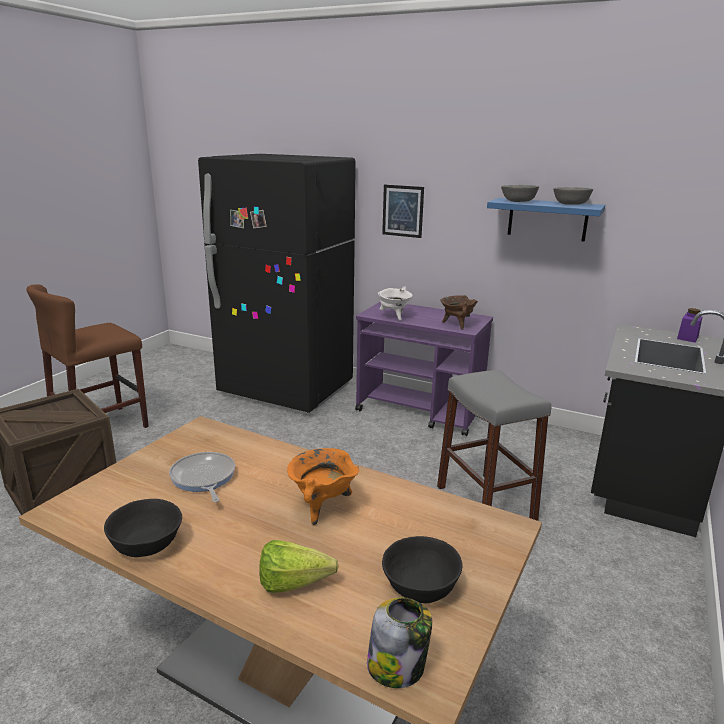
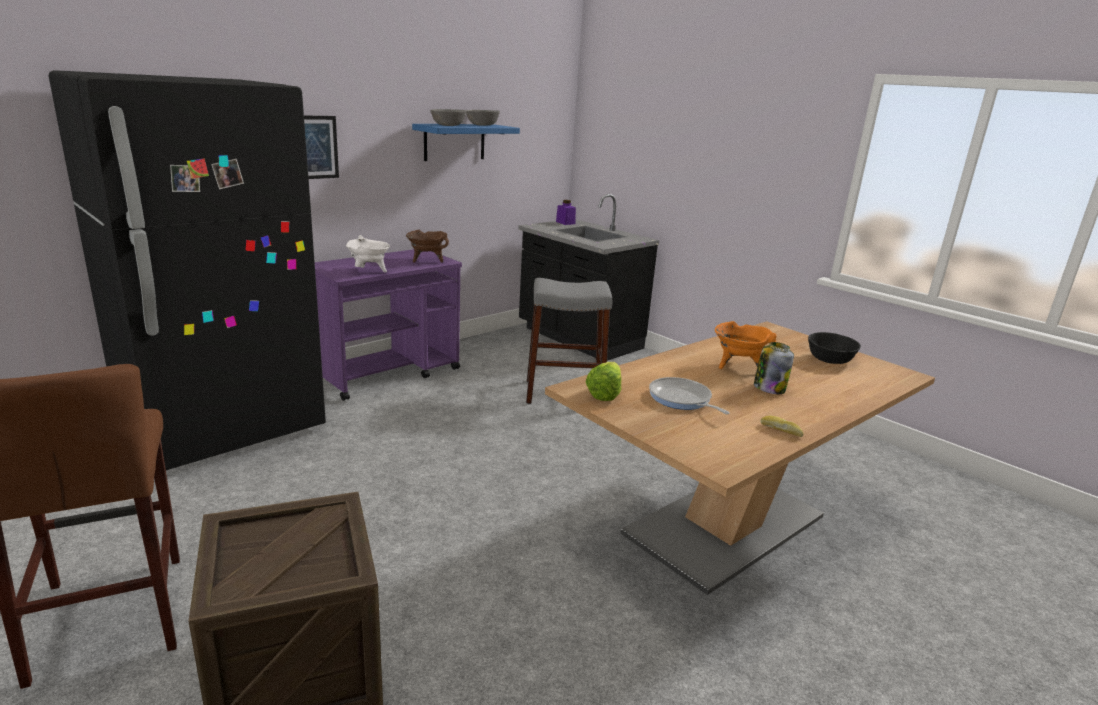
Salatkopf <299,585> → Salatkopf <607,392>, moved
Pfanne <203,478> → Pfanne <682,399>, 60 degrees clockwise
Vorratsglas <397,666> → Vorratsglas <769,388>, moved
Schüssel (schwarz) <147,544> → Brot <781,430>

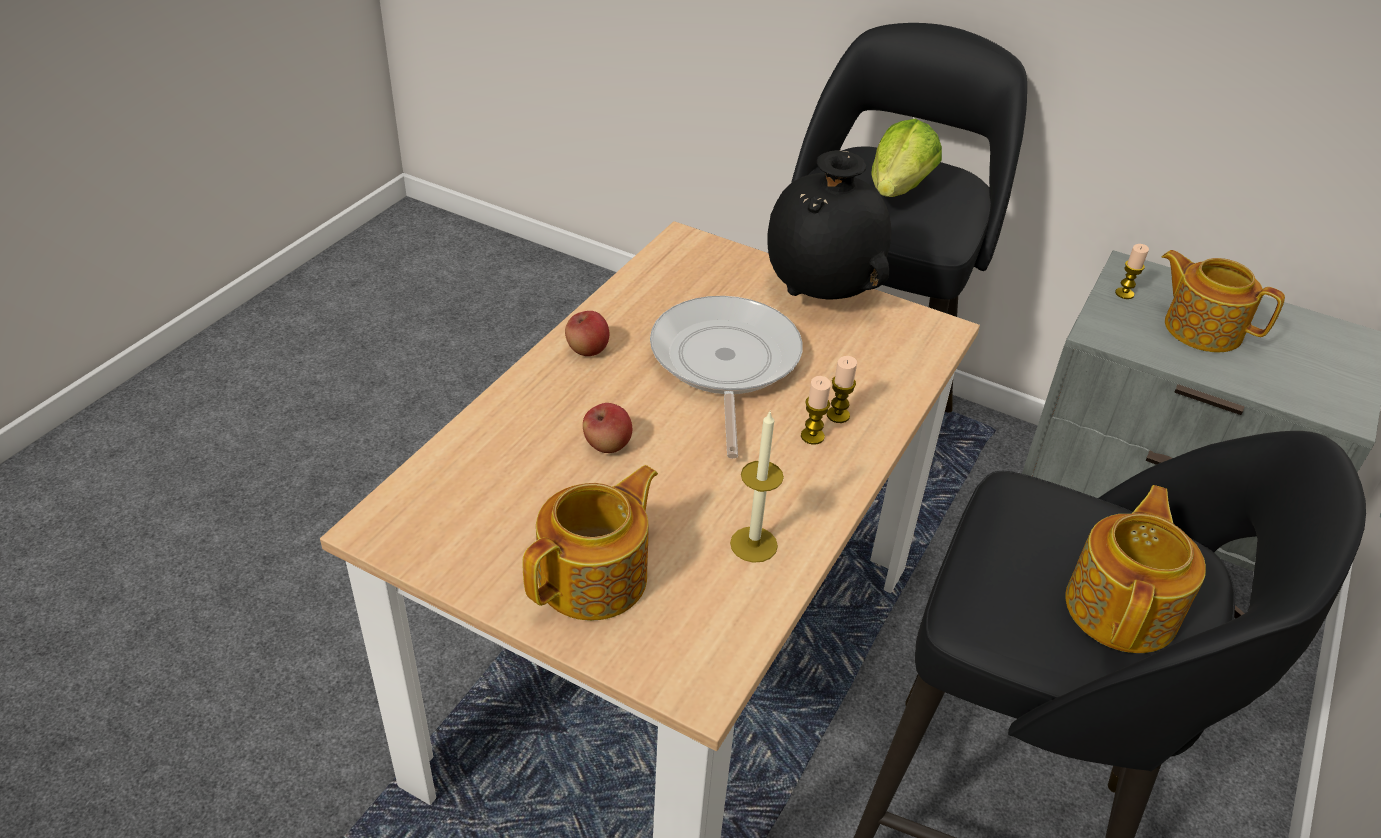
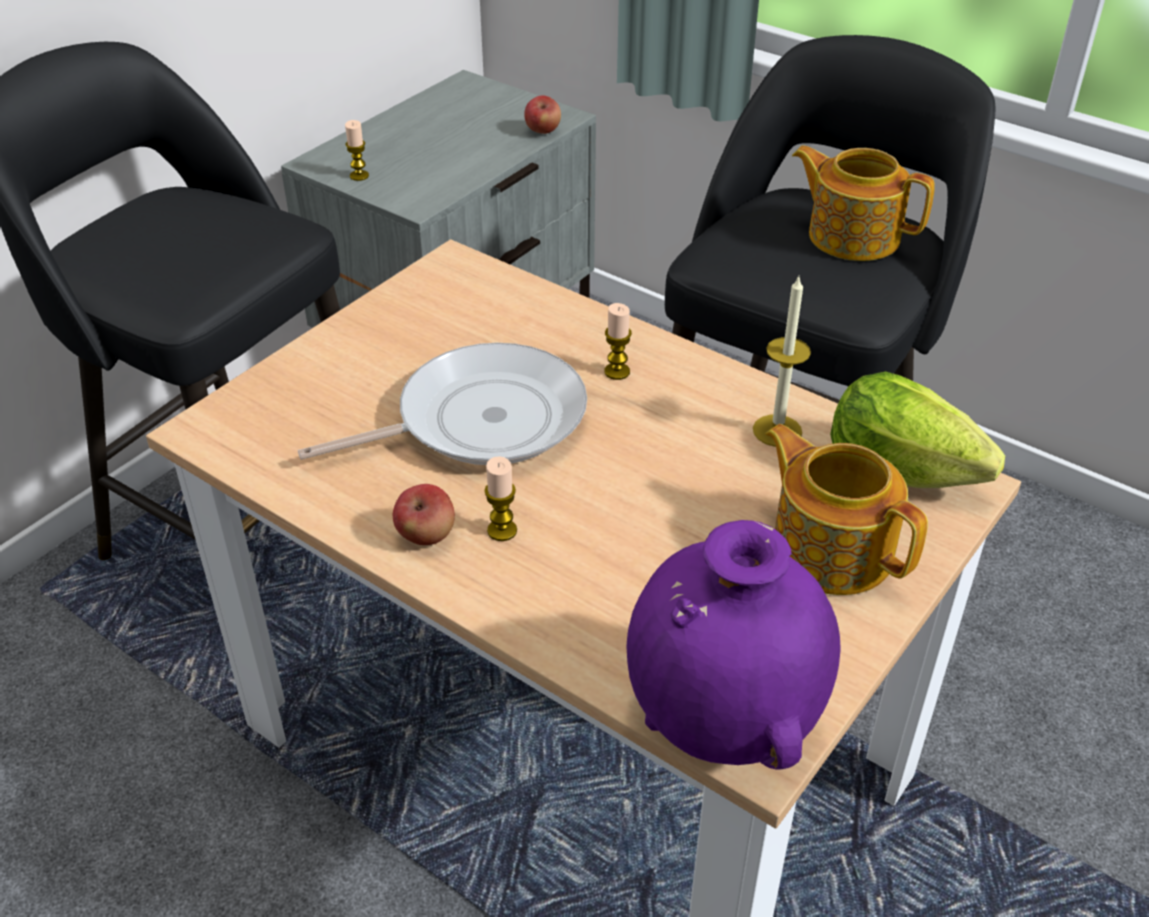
Pfanne <724,363> → Pfanne <480,420>, 150 degrees clockwise
Kerze <838,415> → Kerze <502,530>, moved
Apfel <607,445> → Apfel <543,131>, moved
- → Vase (lila) <723,724>
Salatkopf <899,189> → Salatkopf <899,470>, moved
Vase (schwarz) <821,294> → -
Teekanne <1201,328> → -

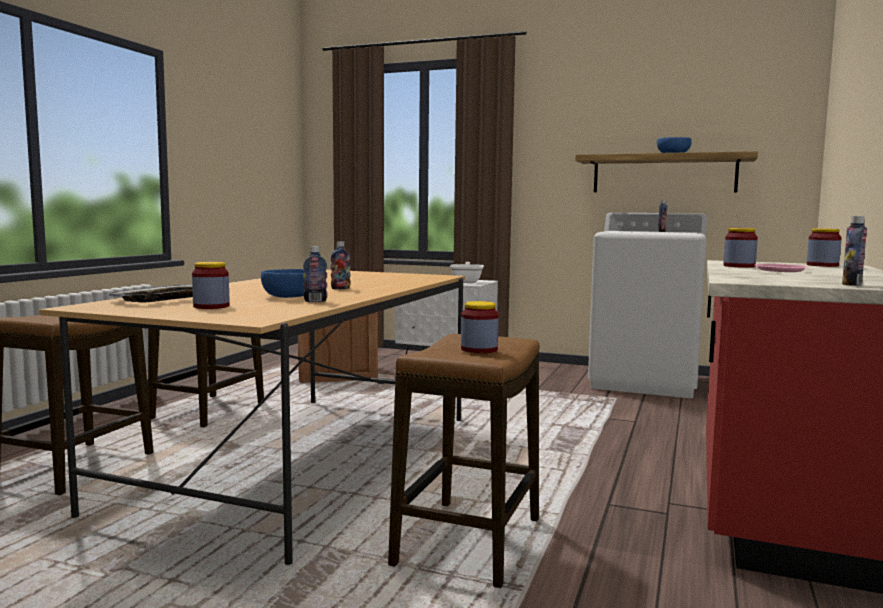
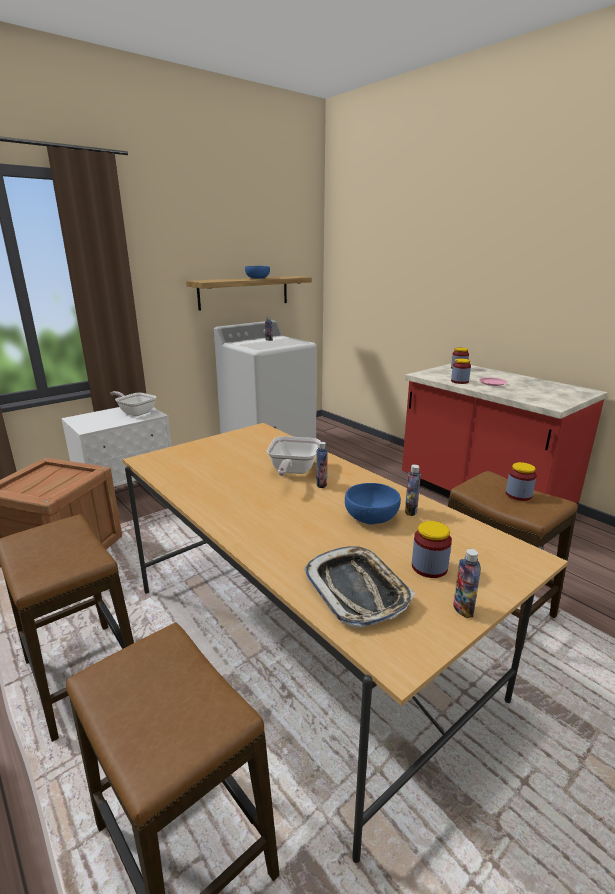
- → Pfanne <292,471>
Flasche <851,284> → Flasche <463,609>, moved

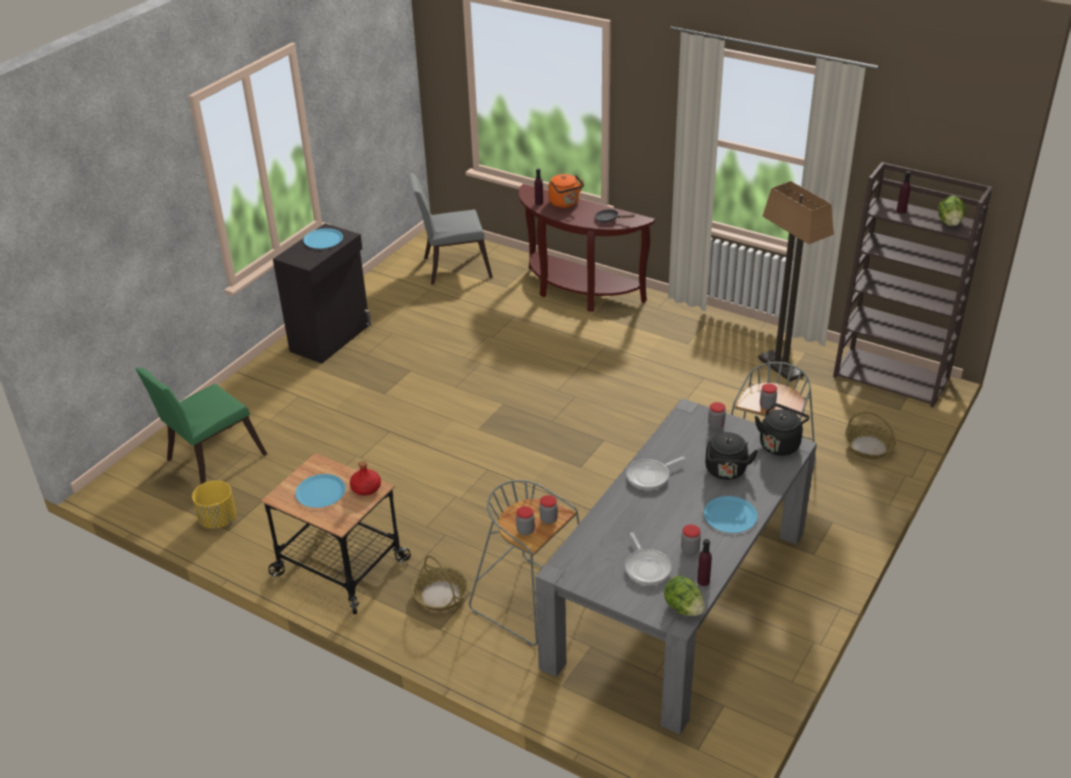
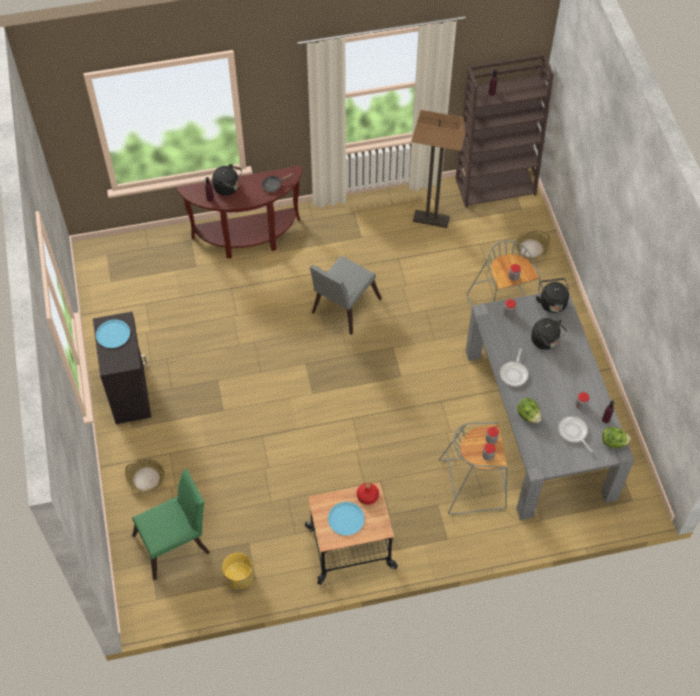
Korb <440,595> → Korb <146,479>, moved
Stuhl (grün) <210,459> → Stuhl (grün) <176,542>, 120 degrees counterclockwise
Wasserkessel (orange) <565,203> → Wasserkessel (schwarz) <228,188>
Stuhl (grau) <452,267> → Stuhl (grau) <343,308>, moved
Salatkopf <949,223> → Salatkopf <528,416>, moved
Pfanne <646,567> → Pfanne <573,432>, 150 degrees counterclockwise
Teller (blau) <730,515> → -

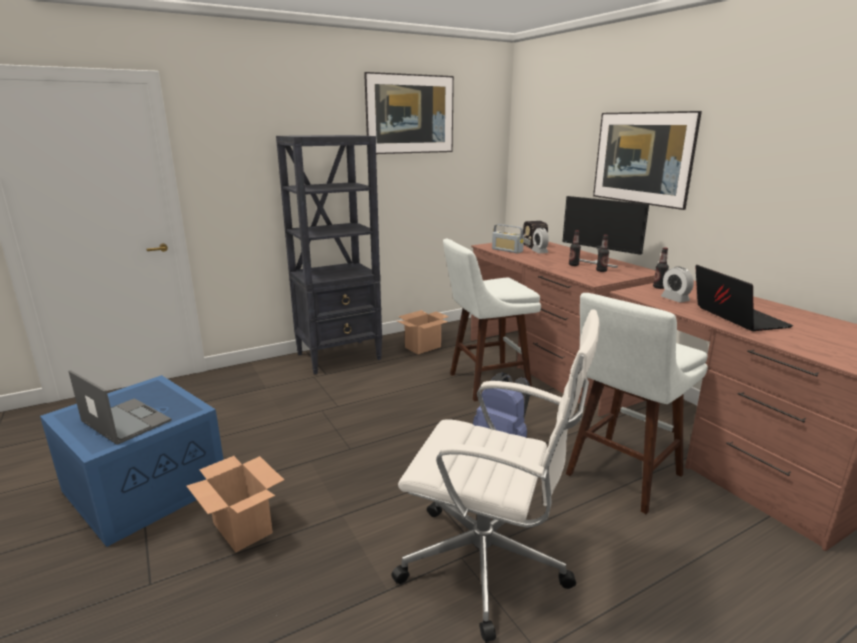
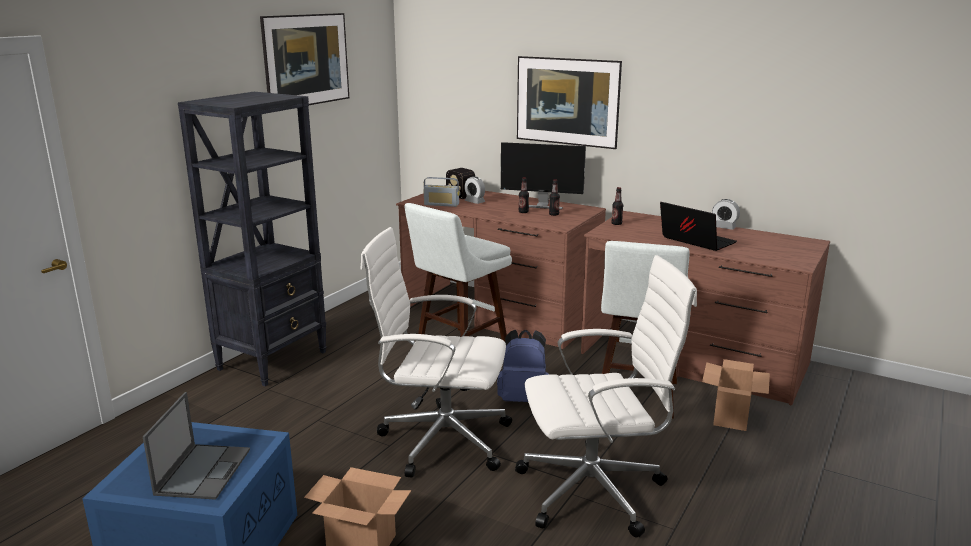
Laptop <125,421> → Laptop <203,471>, 90 degrees clockwise
- → Bürostuhl (weiß) <441,440>
Karton <423,347> → Karton <730,416>, moved
Wecker <675,299> → Wecker <724,227>, moved

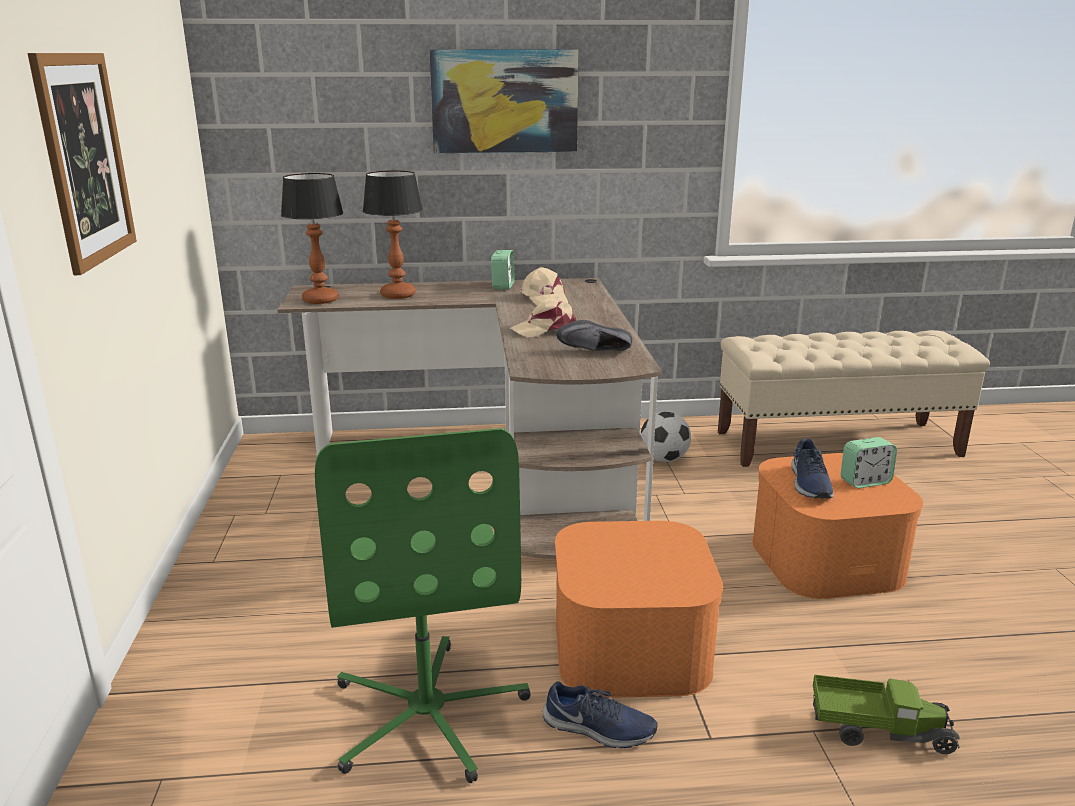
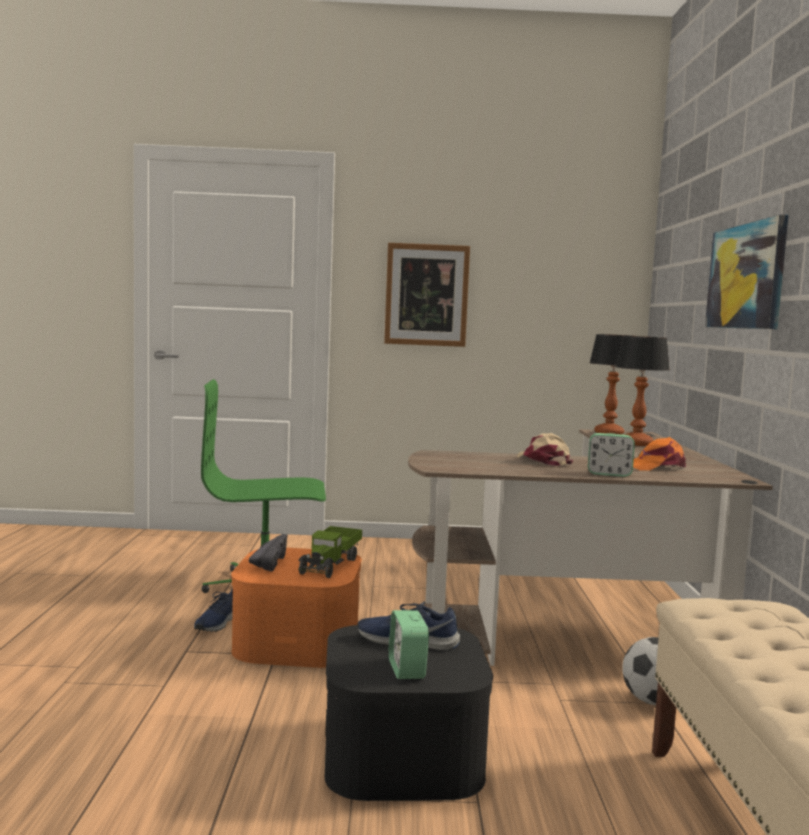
Schuh (schwarz) <596,352> → Schuh (schwarz) <268,563>, moved
Spielzeuglaster <879,730> → Spielzeuglaster <330,564>, moved
Aufbewahrungsbox (orange) <826,559> → Aufbewahrungsbox (schwarz) <403,754>
Wecker <503,286> → Wecker <609,474>, moved
Kappe (beige) <544,298> → Kappe (orange) <655,467>

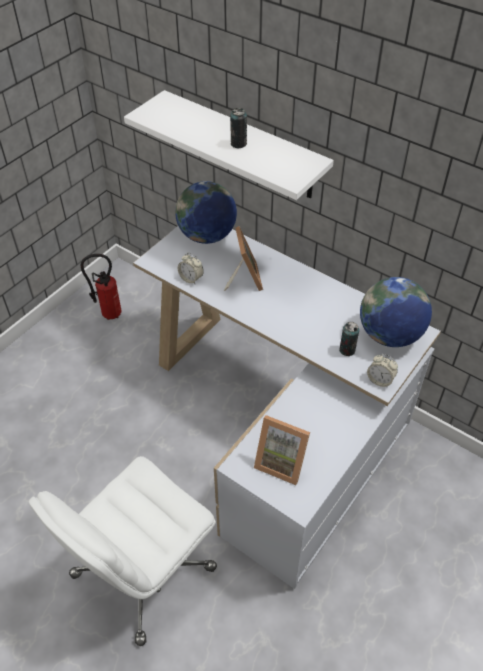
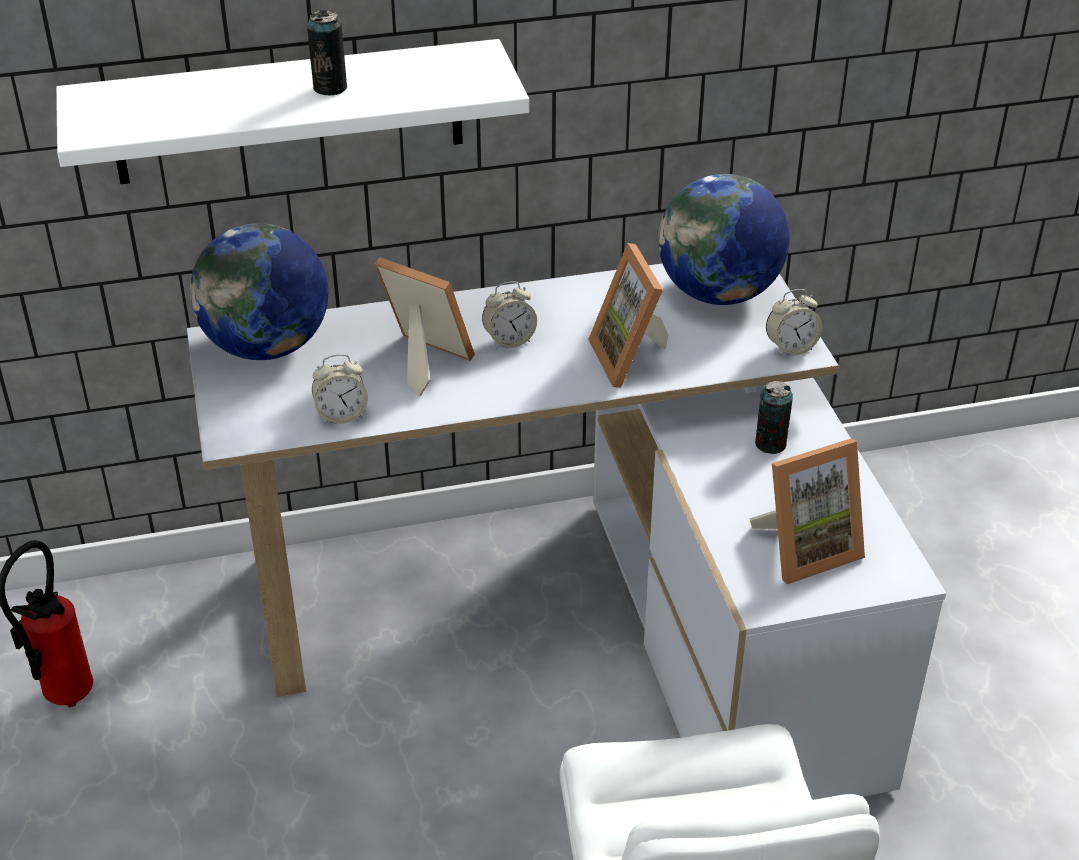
- → Wecker <509,341>
- → Bilderrahmen <633,359>
Dose <347,350> → Dose <770,444>, moved

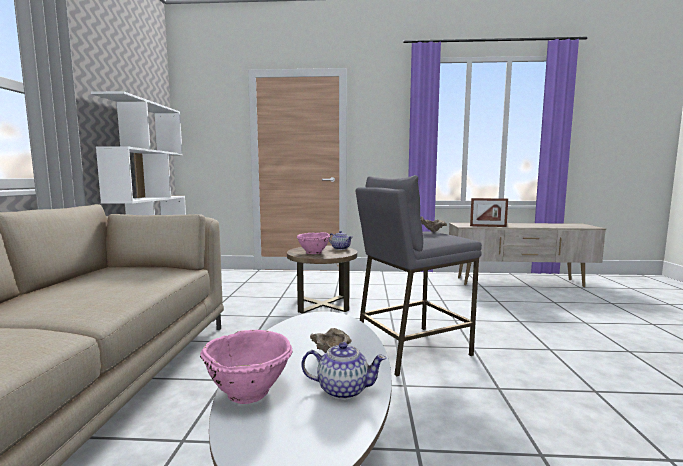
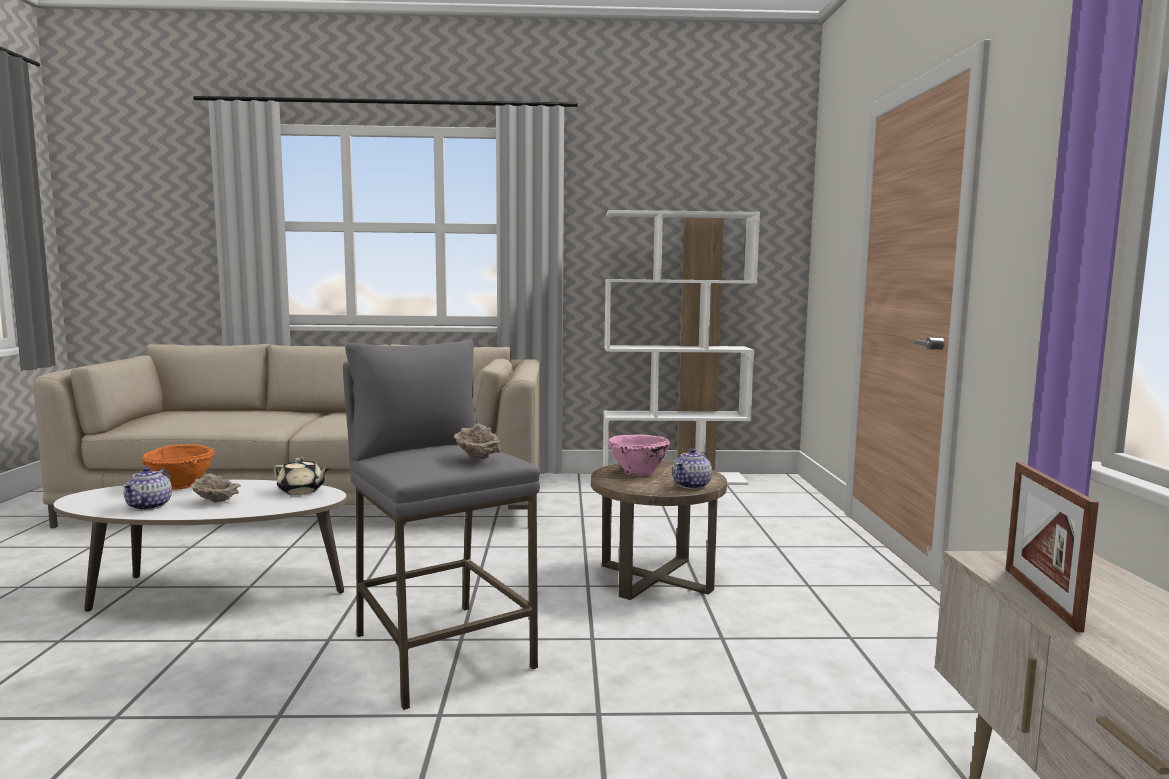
Schüssel (rosa) <249,391> → Schüssel (orange) <181,486>
- → Teekanne (beige) <301,491>

